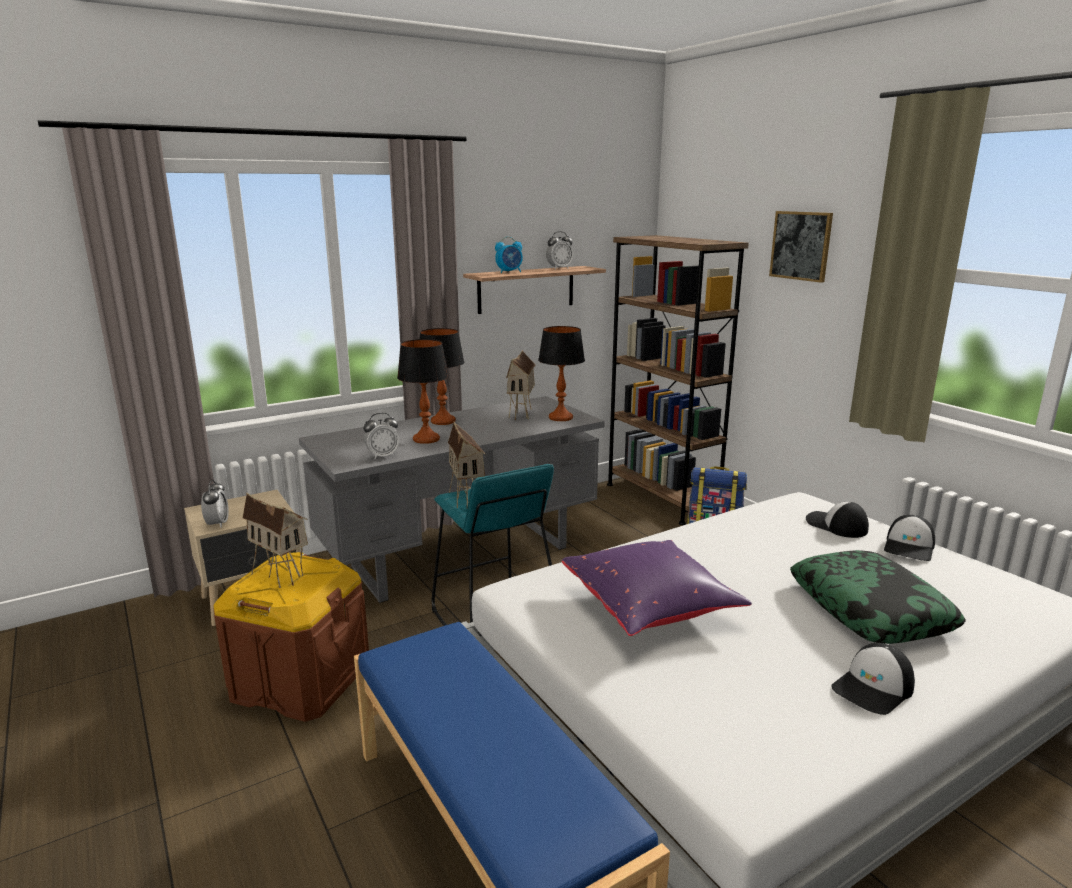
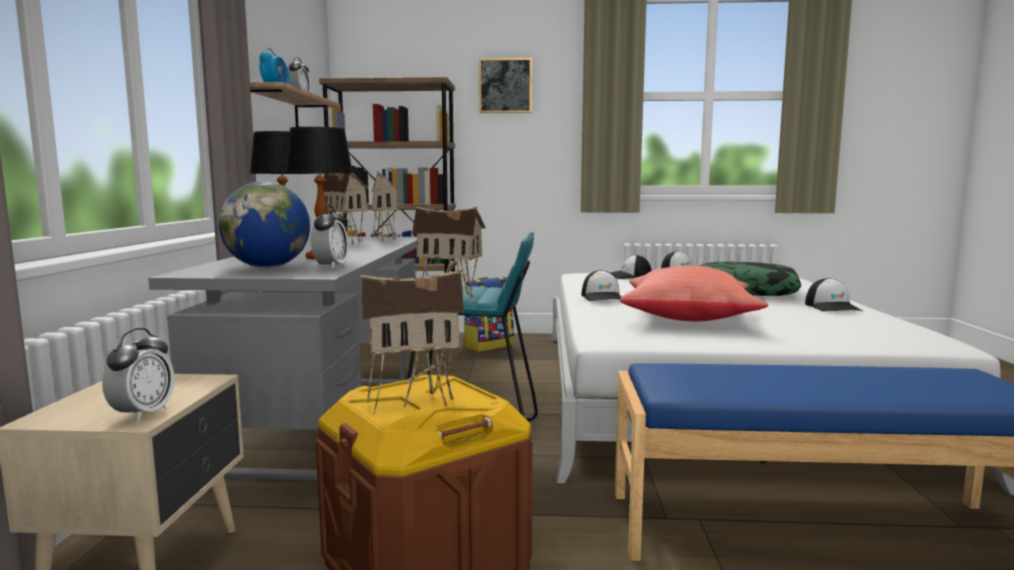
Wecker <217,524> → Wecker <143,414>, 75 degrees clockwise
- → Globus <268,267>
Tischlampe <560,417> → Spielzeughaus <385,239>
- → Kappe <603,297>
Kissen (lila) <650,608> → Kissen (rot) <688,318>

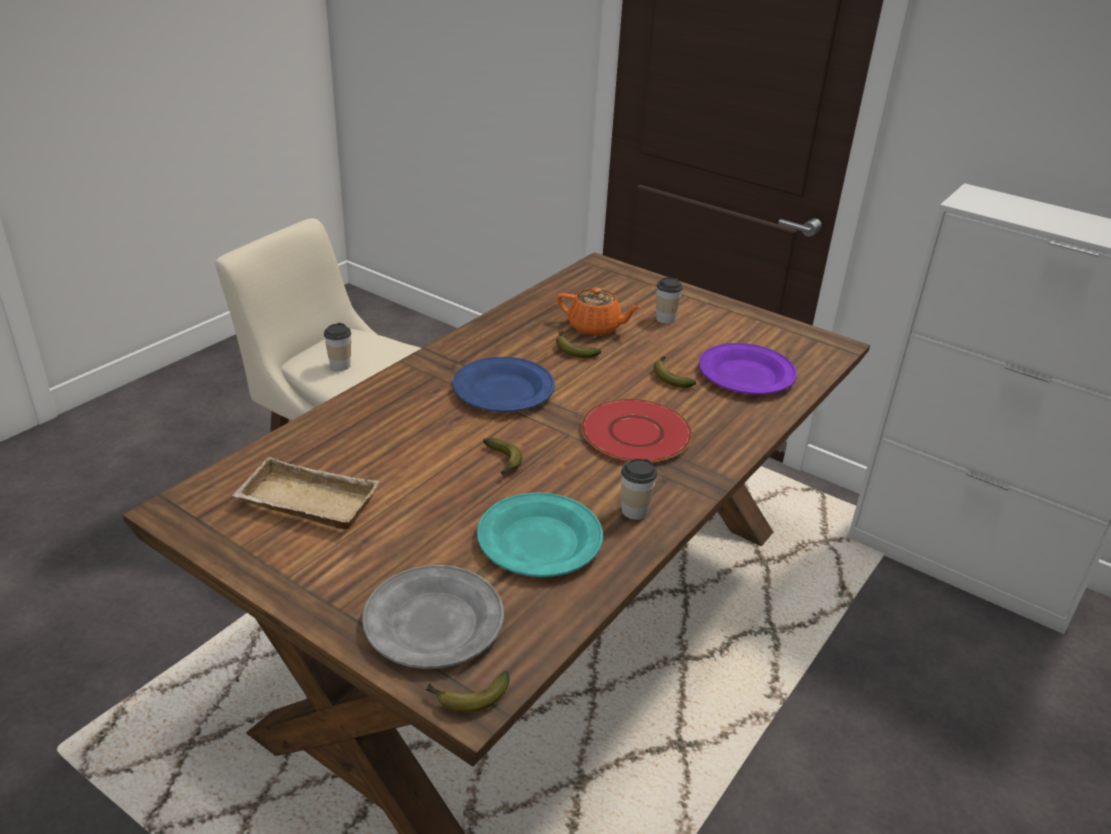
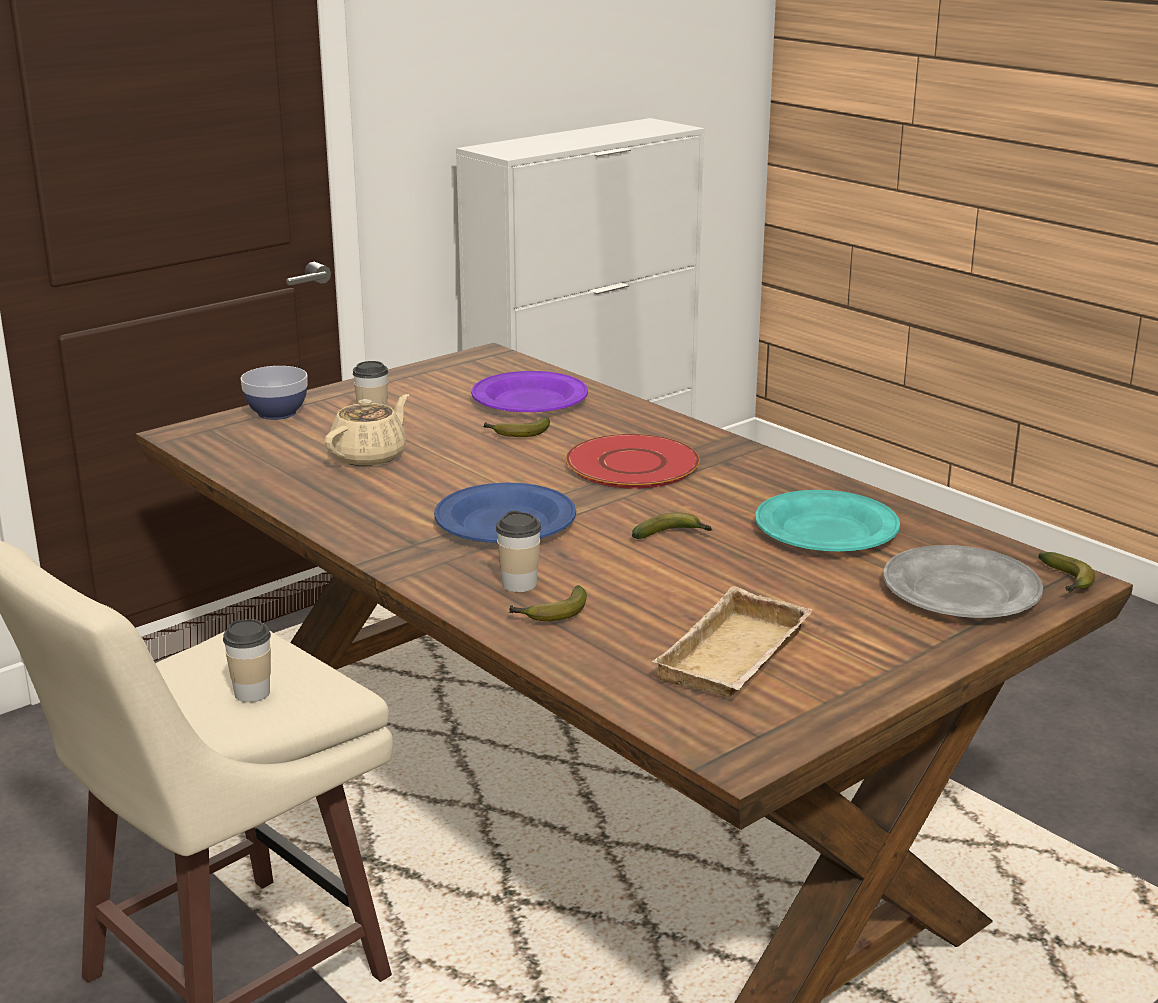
- → Schüssel <276,413>
Teekanne (orange) <595,327> → Teekanne (beige) <370,456>
Tasse <634,511> → Tasse <519,584>, moved
Banane <573,350> → Banane <551,614>, moved

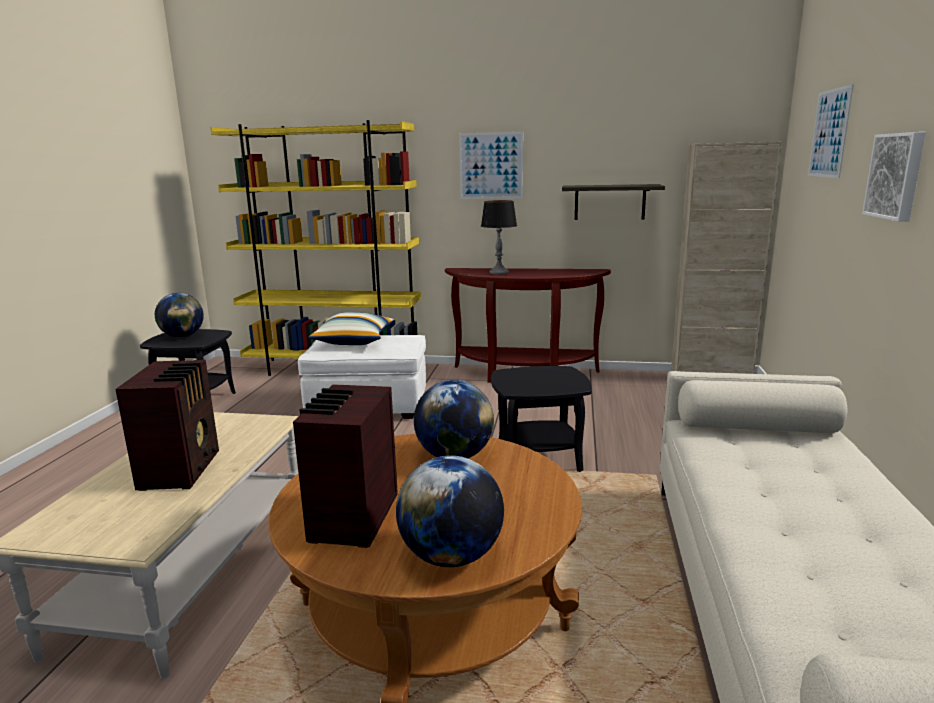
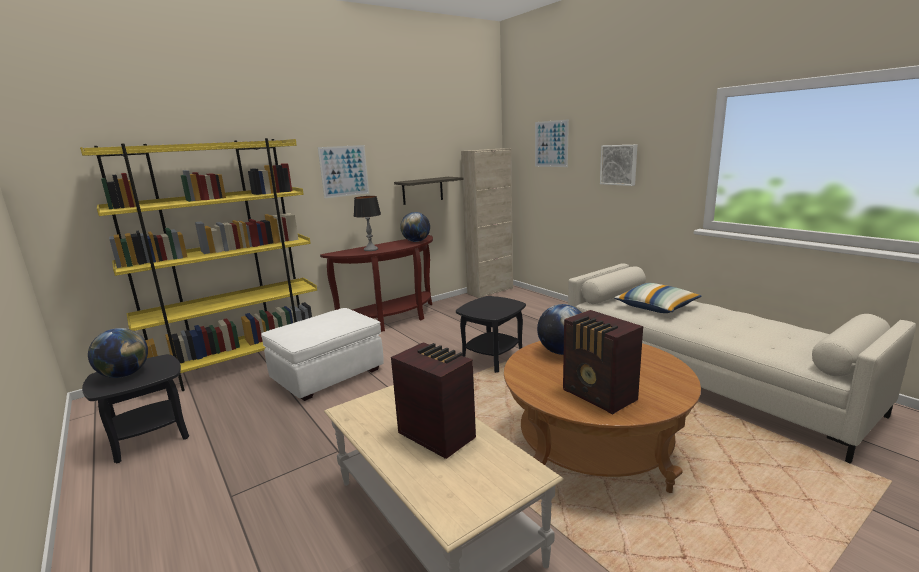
Globus <451,556> → Globus <416,241>, moved
Kissen <354,341> → Kissen <656,307>, moved

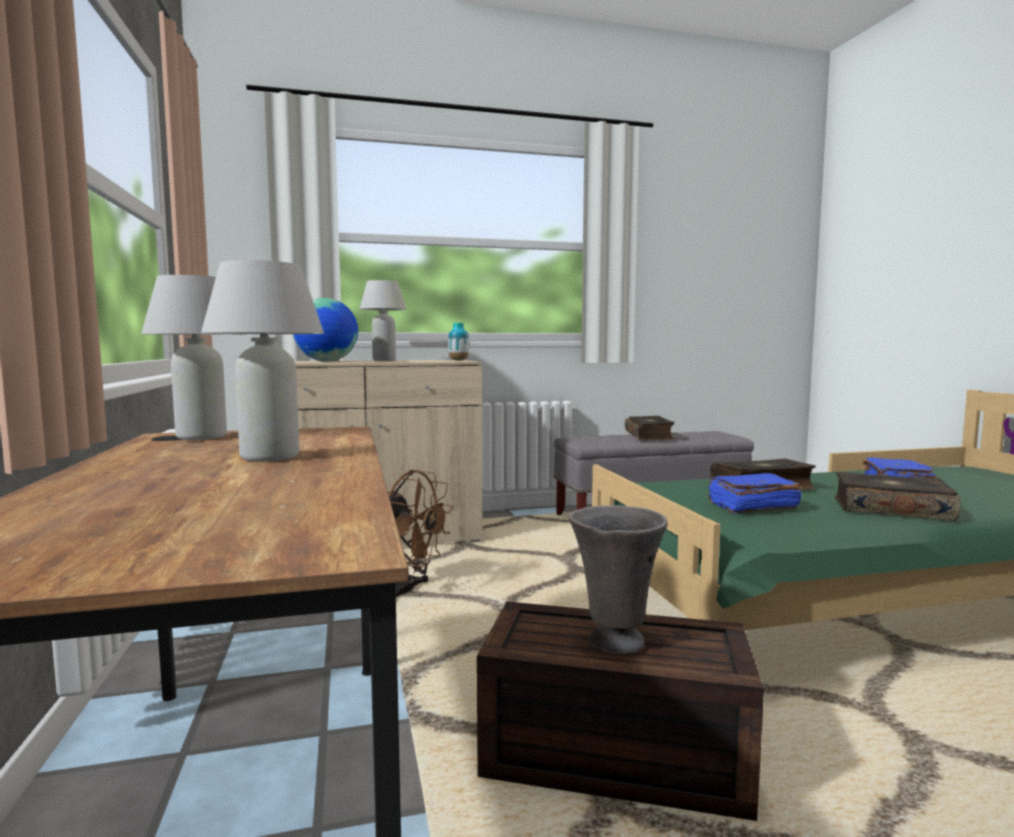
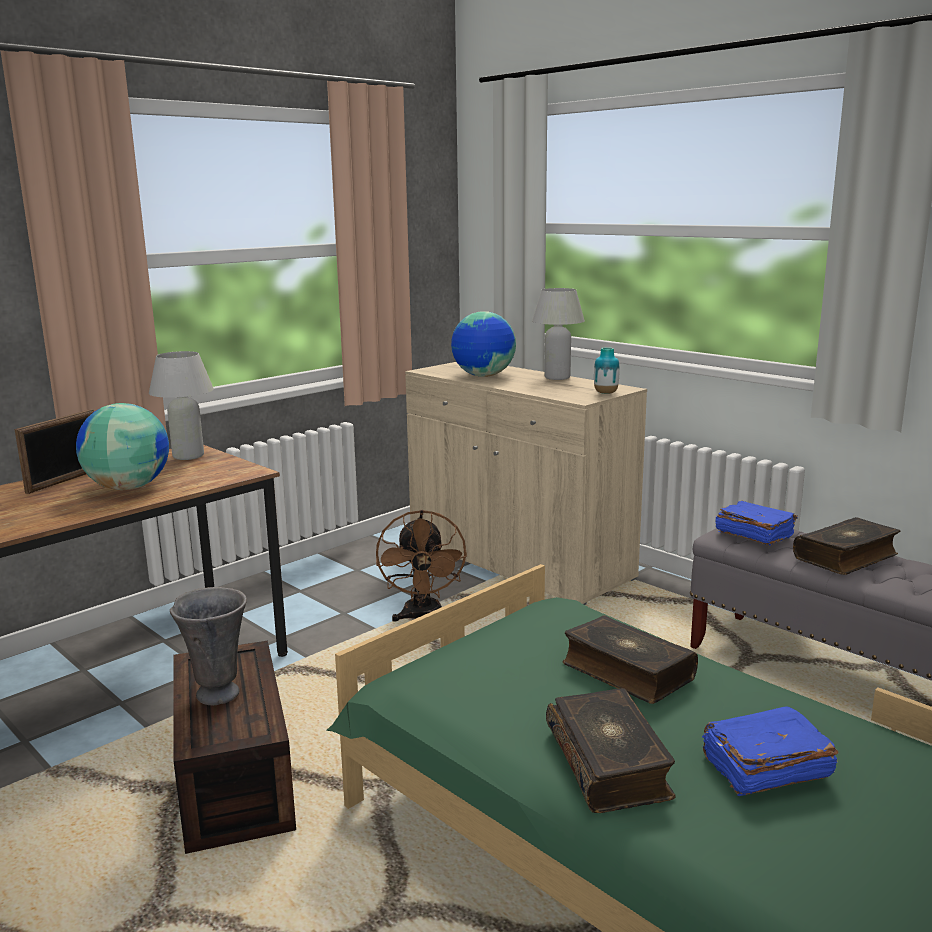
- → Bilderrahmen <65,480>
Tischlampe (weiß) <270,457> → Globus <128,487>
Buch (blau) <751,507> → Buch (blau) <753,535>, moved

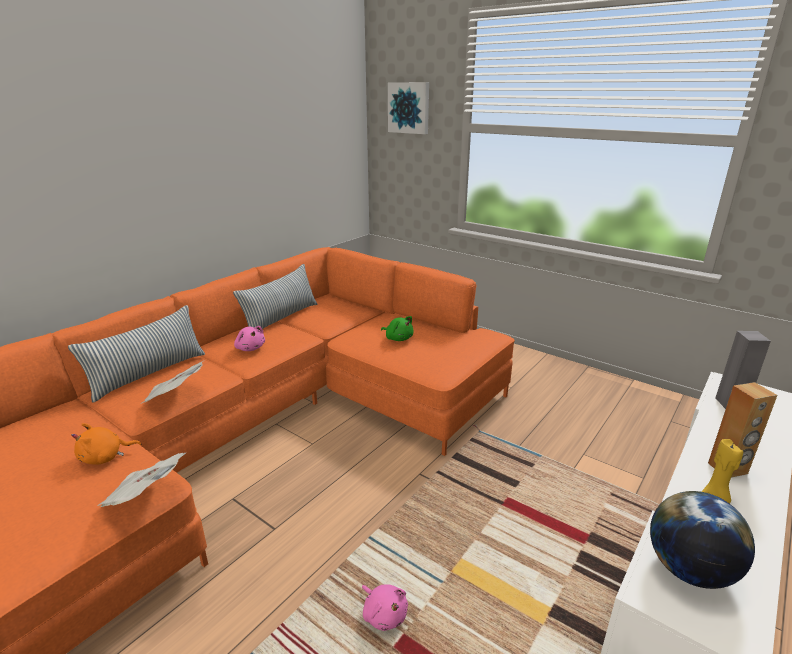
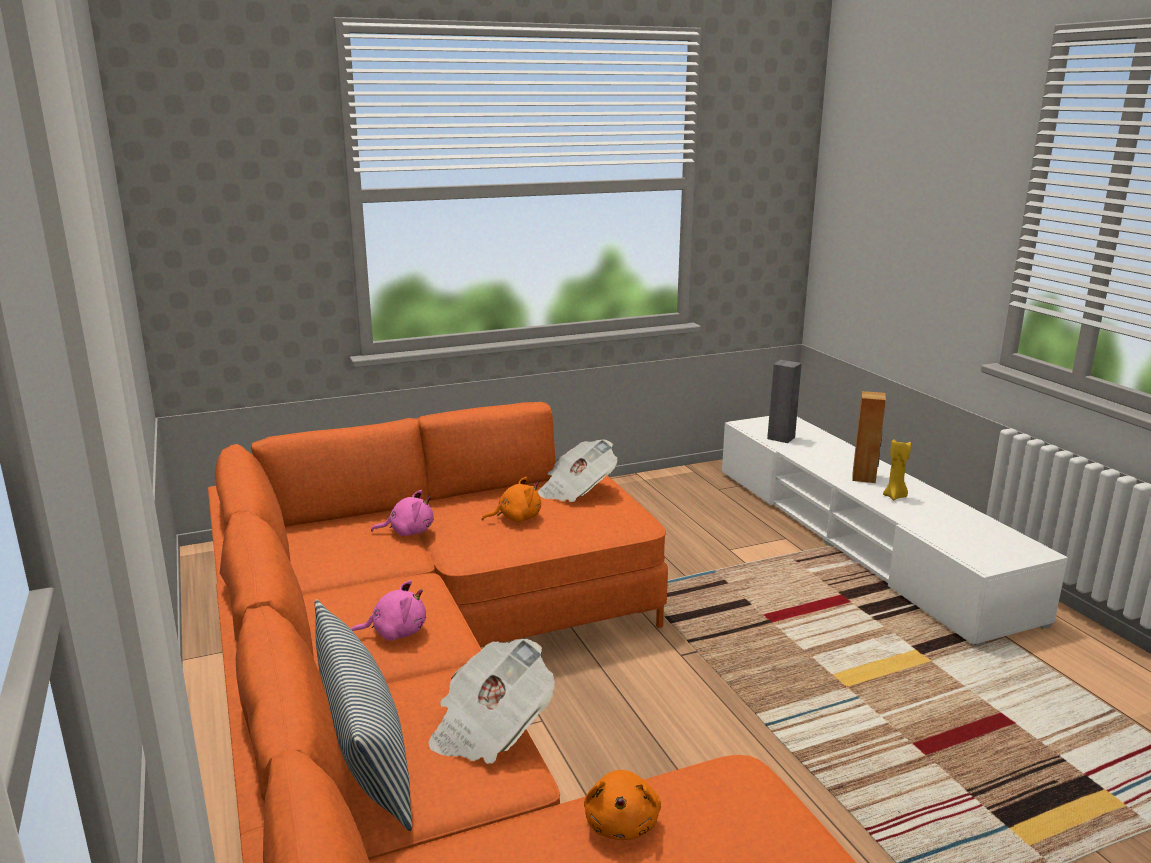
Plüschtier (rosa) <384,614> → Plüschtier (rosa) <408,531>, moved
Plüschtier (grün) <398,338> → Plüschtier (orange) <516,518>
Zeitung <147,496> → Zeitung <576,490>, moved
Kissen <281,318> → -
Bild <409,108> → -
Globus <689,569> → -

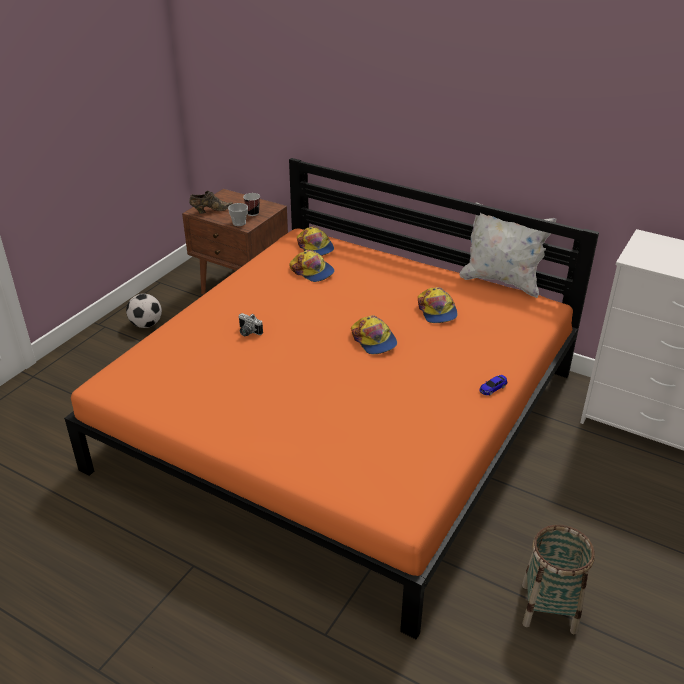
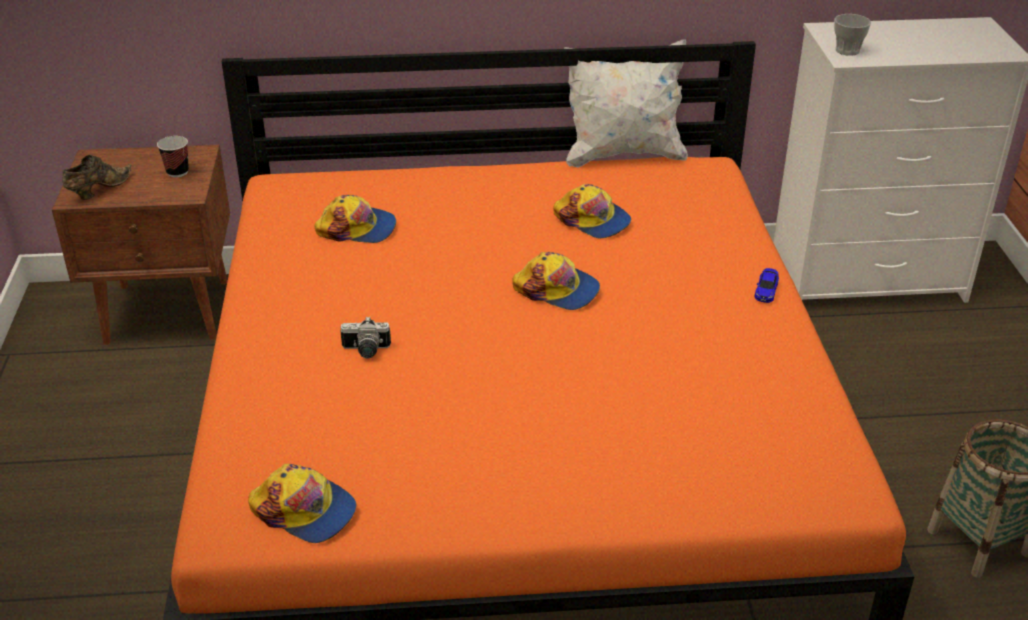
Kappe <315,247> → Kappe <305,510>, moved
Tasse <239,223> → Tasse <847,50>, moved
Fußball <146,324> → -

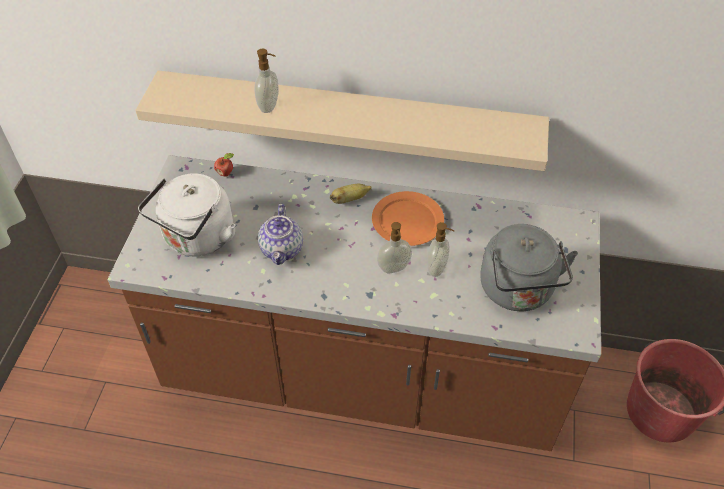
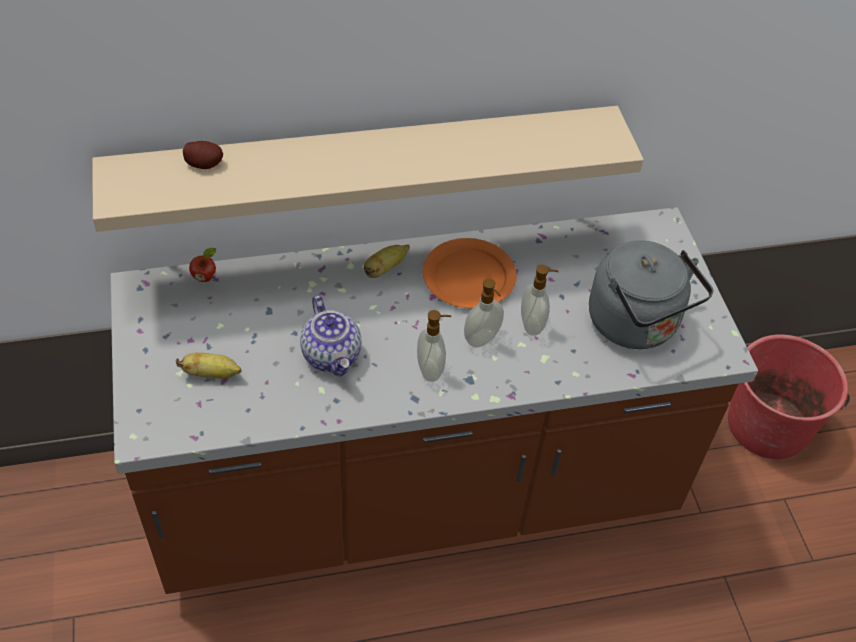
Wasserkessel (weiß) <197,239> → Banane <212,374>
- → Kartoffel <204,163>
Seifenspender <269,106> → Seifenspender <431,370>, moved

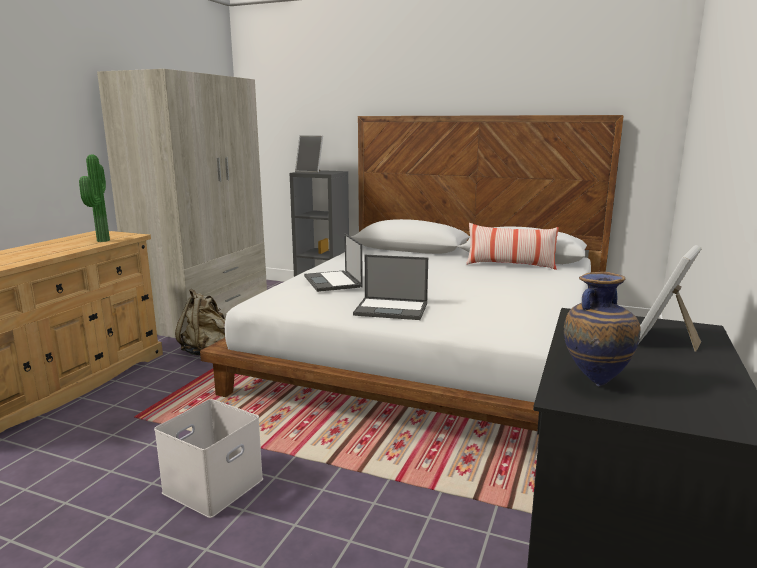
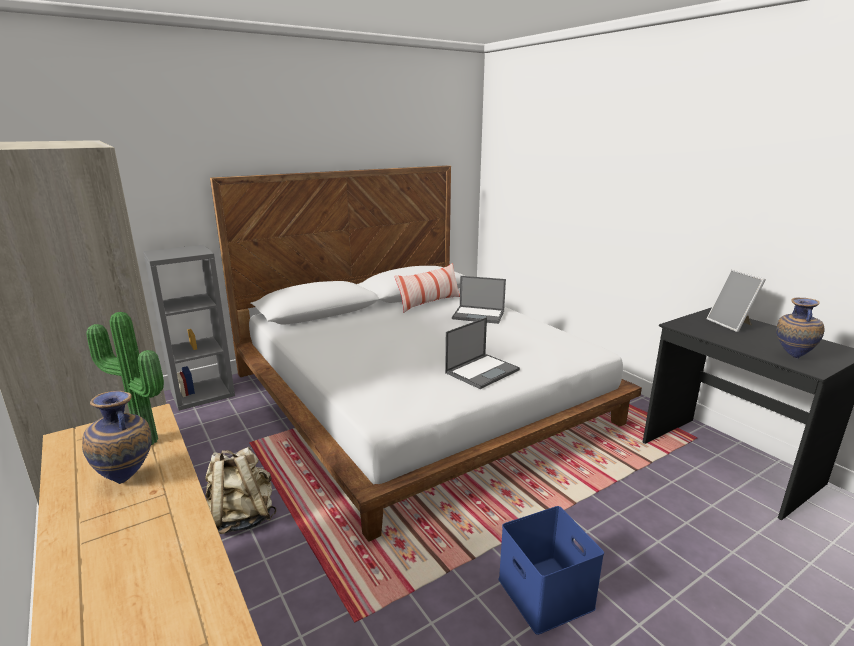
- → Vase <128,479>
Laptop <333,282> → Laptop <479,315>, moved
Aufbewahrungsbox (weiß) <213,484> → Aufbewahrungsbox (blau) <543,592>
Bilderrahmen <310,171> → -

